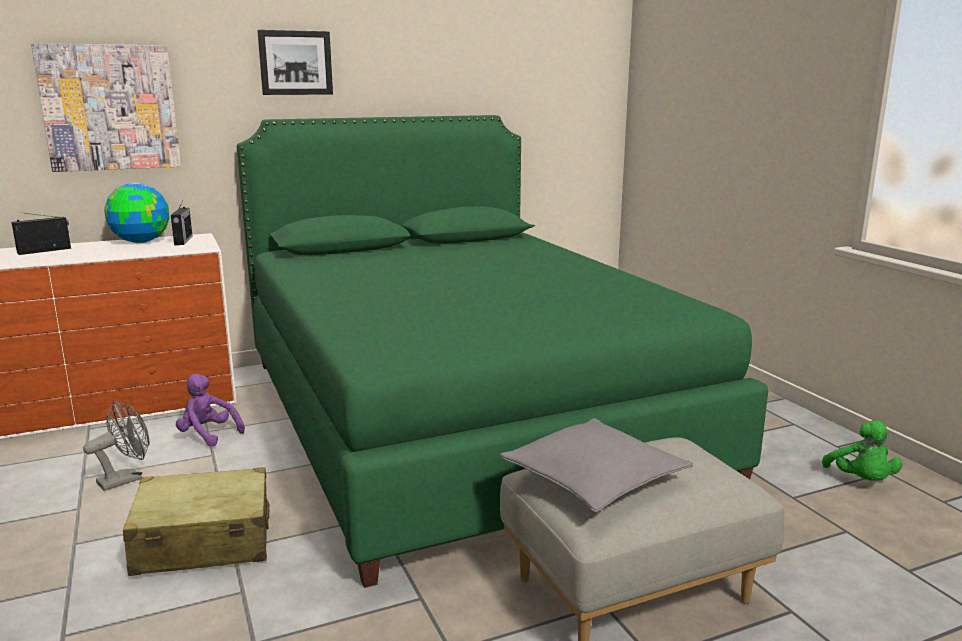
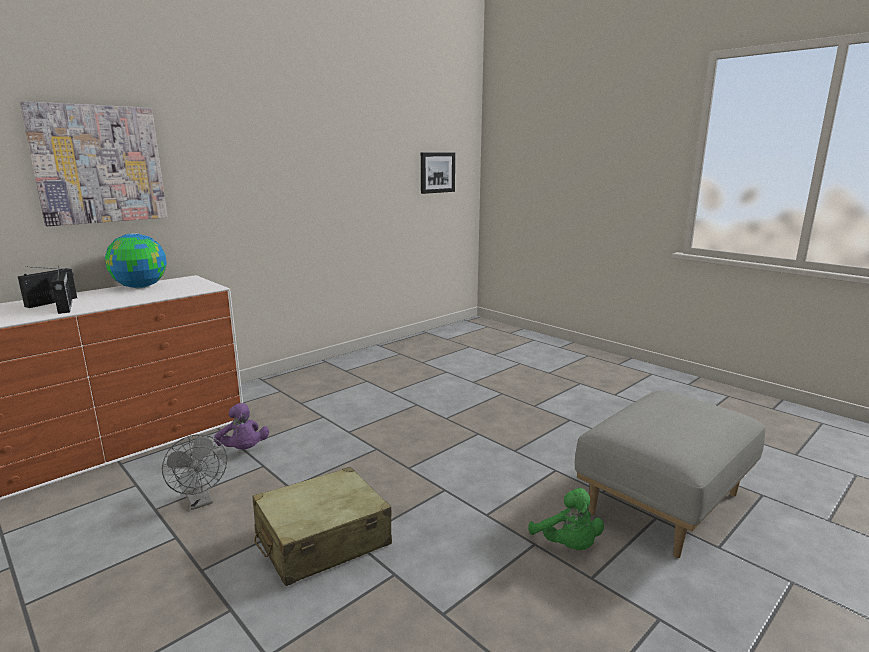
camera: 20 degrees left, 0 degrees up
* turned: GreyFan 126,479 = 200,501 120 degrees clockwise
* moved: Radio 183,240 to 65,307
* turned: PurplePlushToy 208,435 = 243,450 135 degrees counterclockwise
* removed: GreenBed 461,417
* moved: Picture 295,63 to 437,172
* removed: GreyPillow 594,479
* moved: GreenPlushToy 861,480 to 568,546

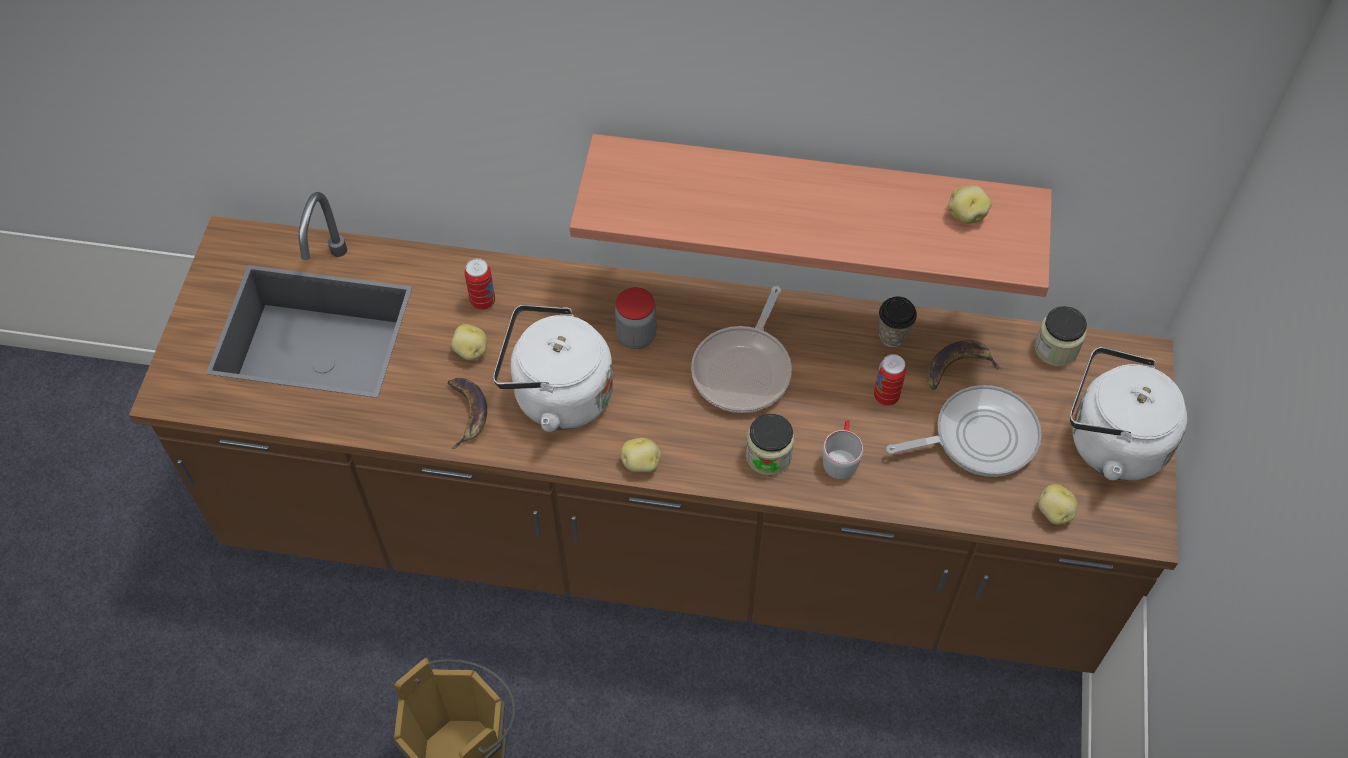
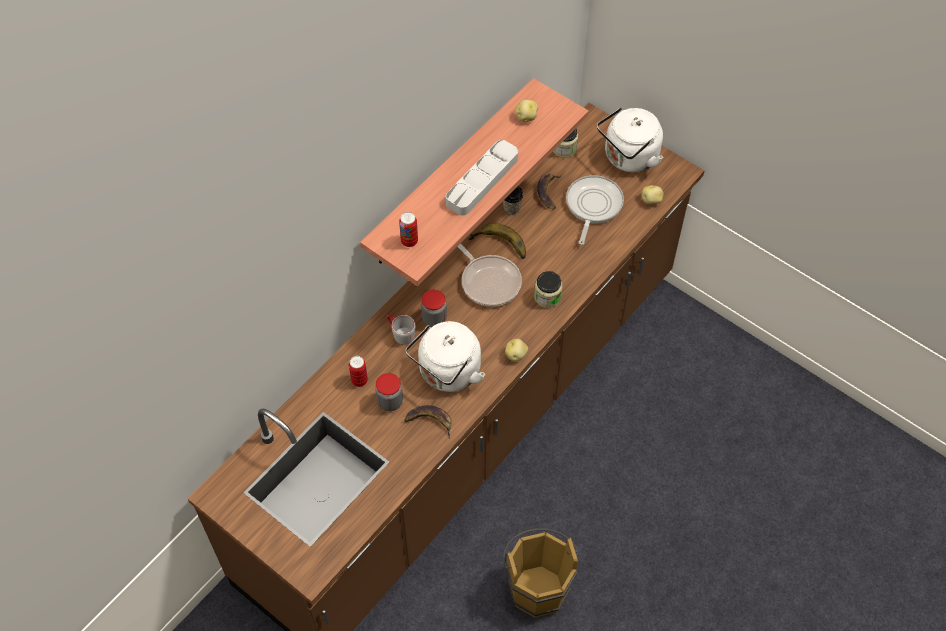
camera: 60 degrees left, 0 degrees up
* replaced: Potato 471,351 to Jar 390,401
* moved: GreyMug 840,457 to 400,333
* moved: Can 886,396 to 409,241
* added: GreyTray 482,181
* added: Banana 499,247

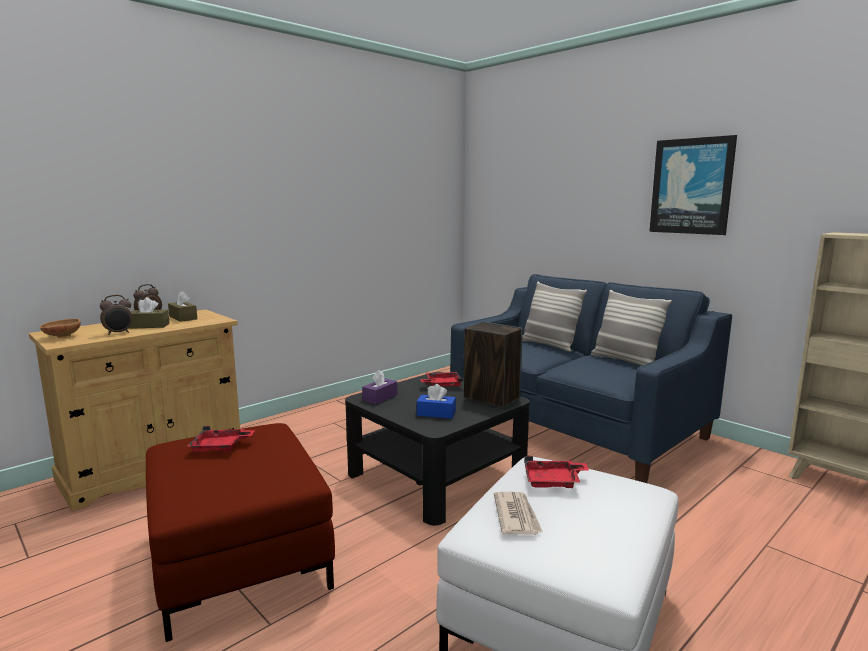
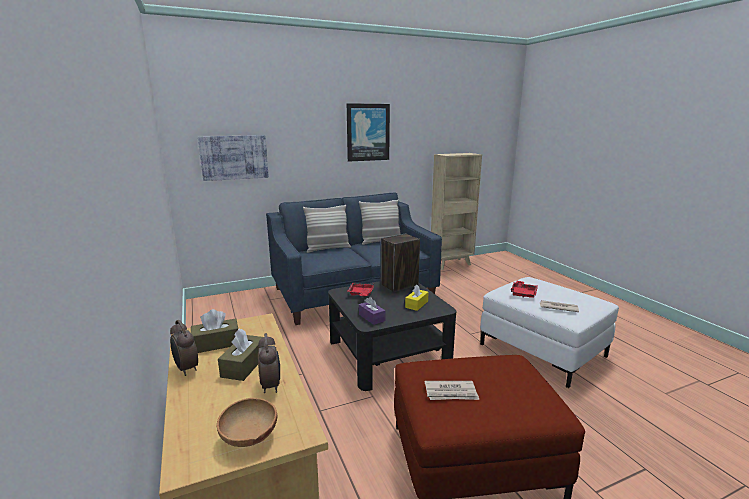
camera: 70 degrees left, 5 degrees up
* replaced: RedTray 220,447 to Newspaper 451,393
* recoloured: BlueTissueBox 436,413 to YellowTissueBox 416,304
* added: Picture 234,157

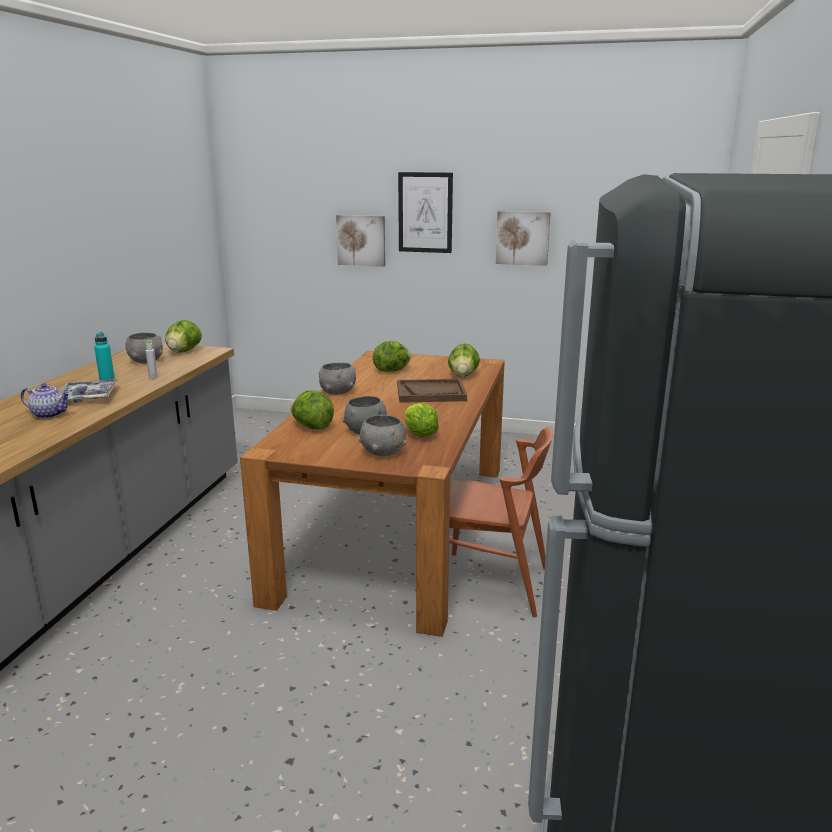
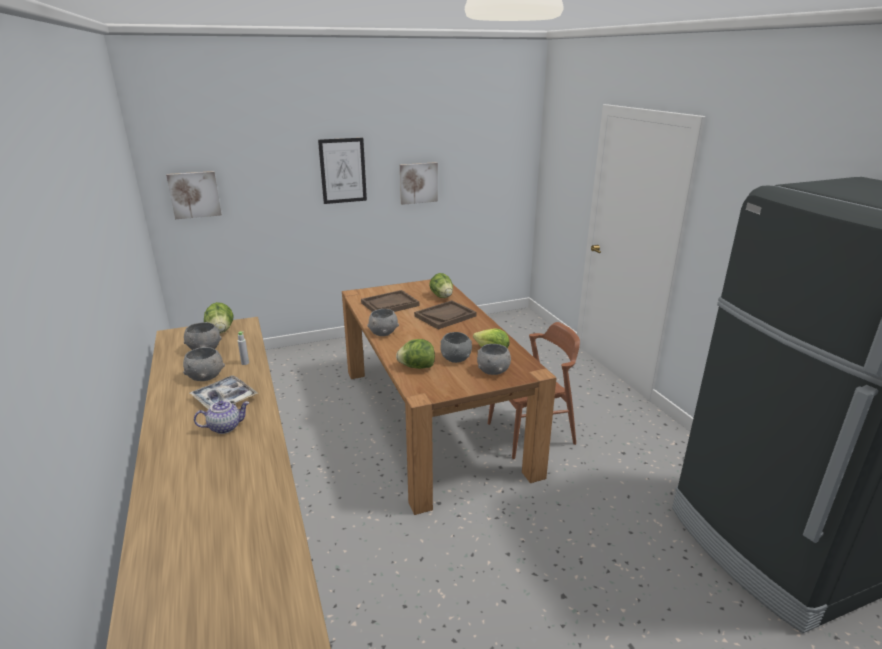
camera: 35 degrees left, 5 degrees up
* replaced: TurquoiseBottle 107,379 to GreyBowl 205,377
* moved: Picture 361,240 to 194,194
* replaced: Lettuce 392,371 to BrownTray 390,304

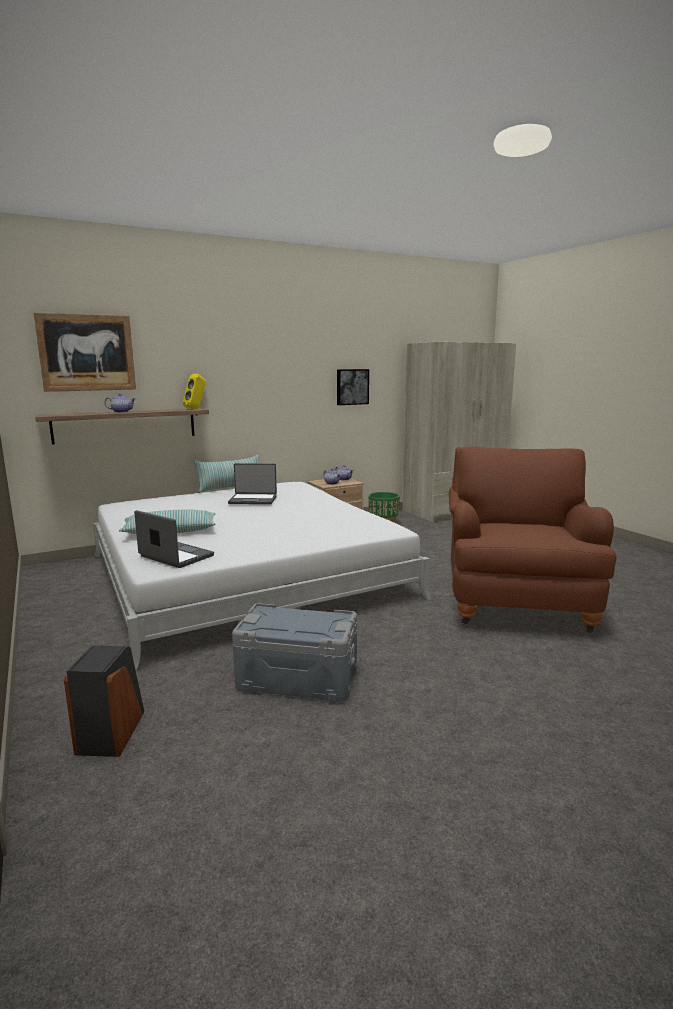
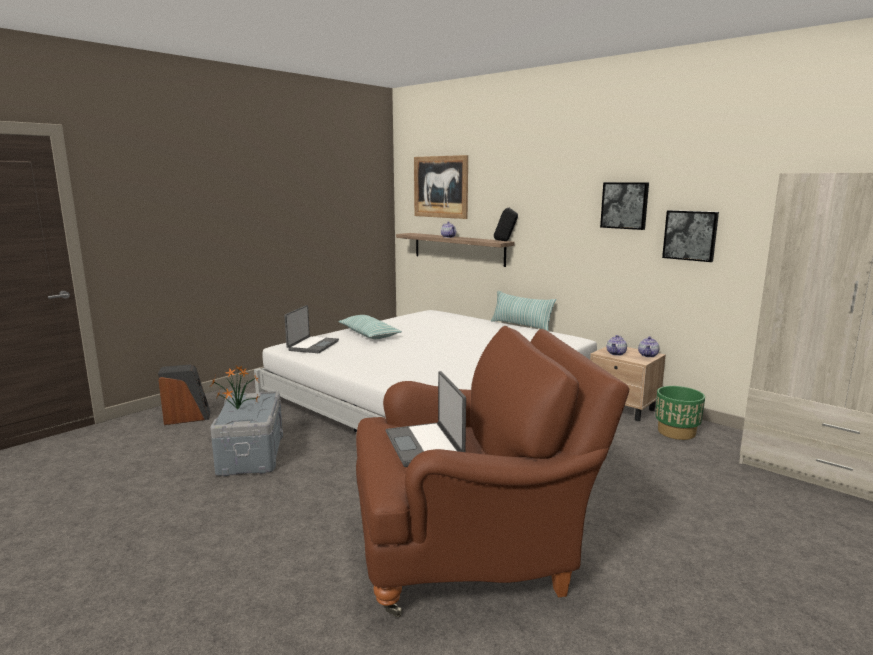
camera: 70 degrees right, 0 degrees up
* recoloured: YellowSpeaker 196,408 to BlackSpeaker 505,241
* moved: Laptop 253,500 to 425,445
* added: PottedPlant 236,409
* added: Picture 625,205

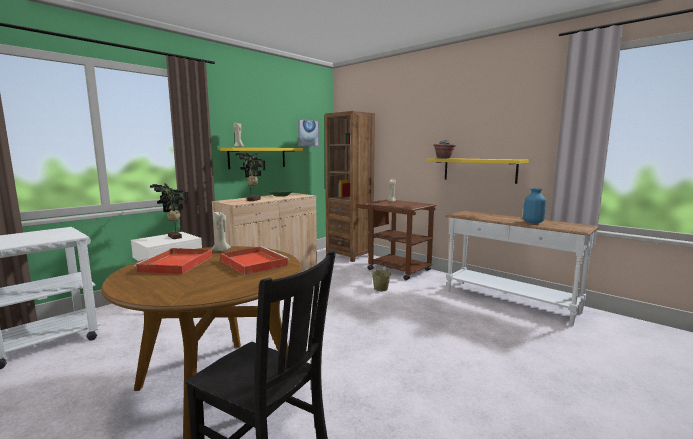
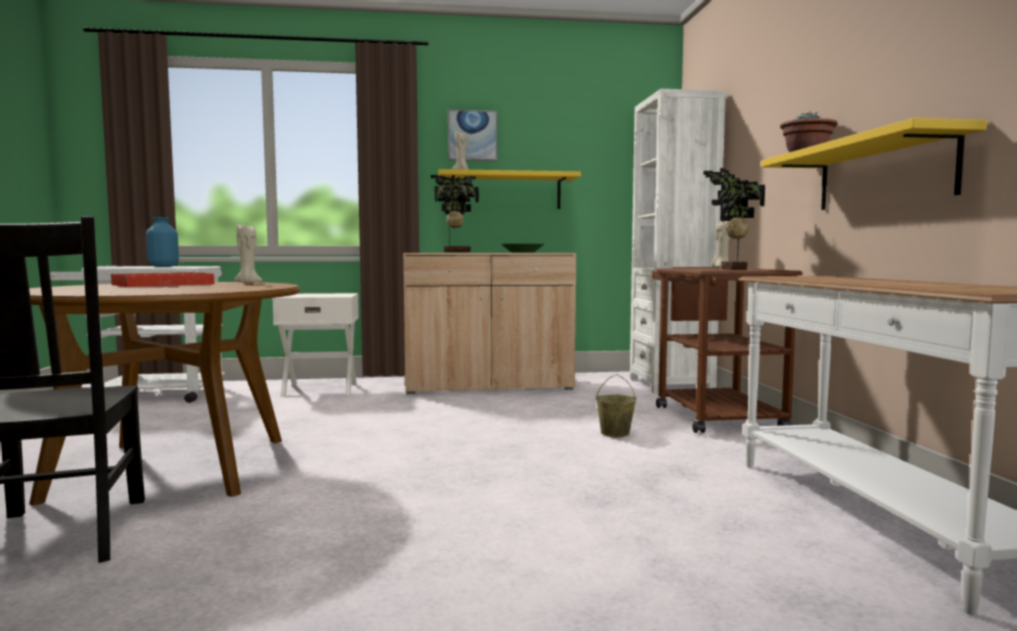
camera: 40 degrees right, 5 degrees down
* moved: PottedPlant 173,237 to 732,269
* removed: RedTray 253,263
* moved: Picture 308,133 to 472,135
* recoloured: BrownBookcase 349,255 to WhiteBookcase 671,385
* moved: BlueVase 533,222 to 164,267

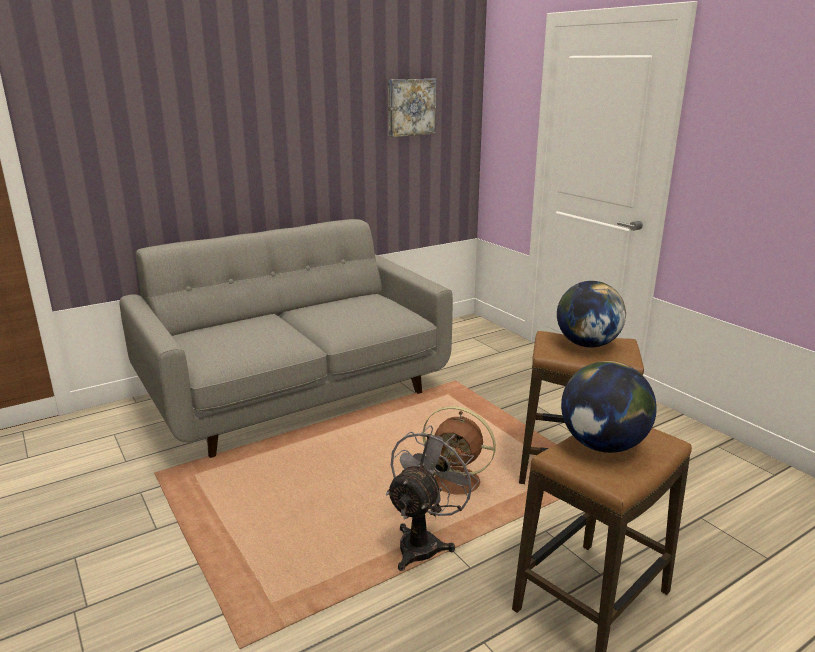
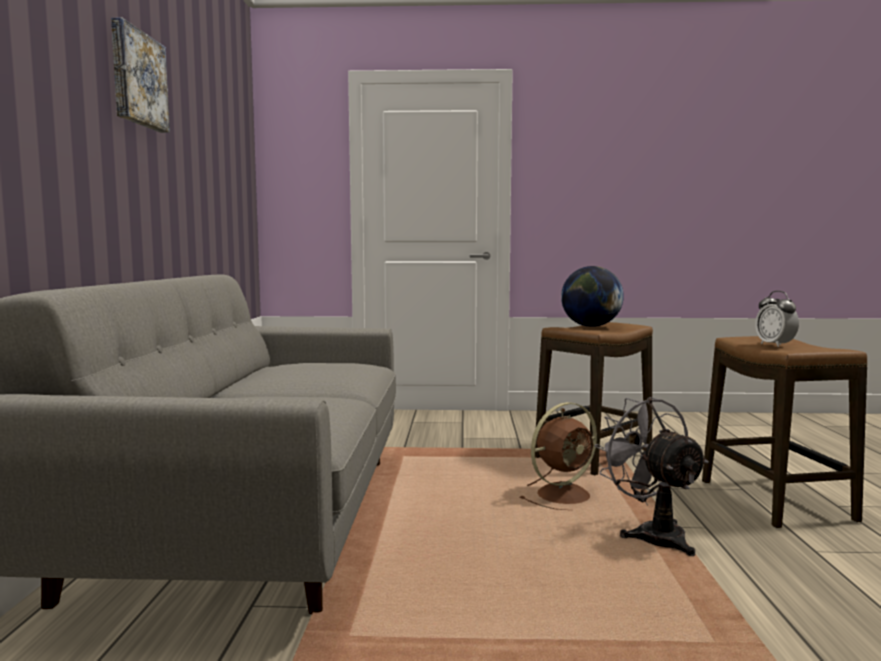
camera: 55 degrees left, 15 degrees down
* moved: Picture 410,107 to 137,79
* replaced: Globe 602,445 to AlarmClock 775,345

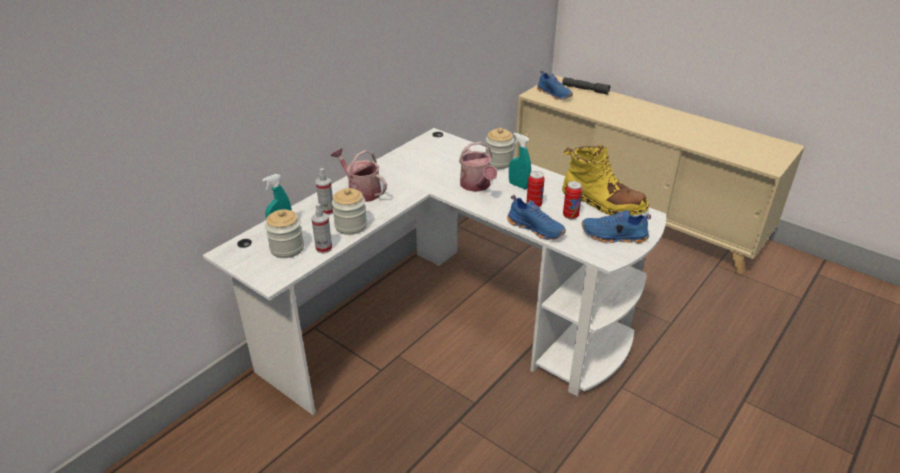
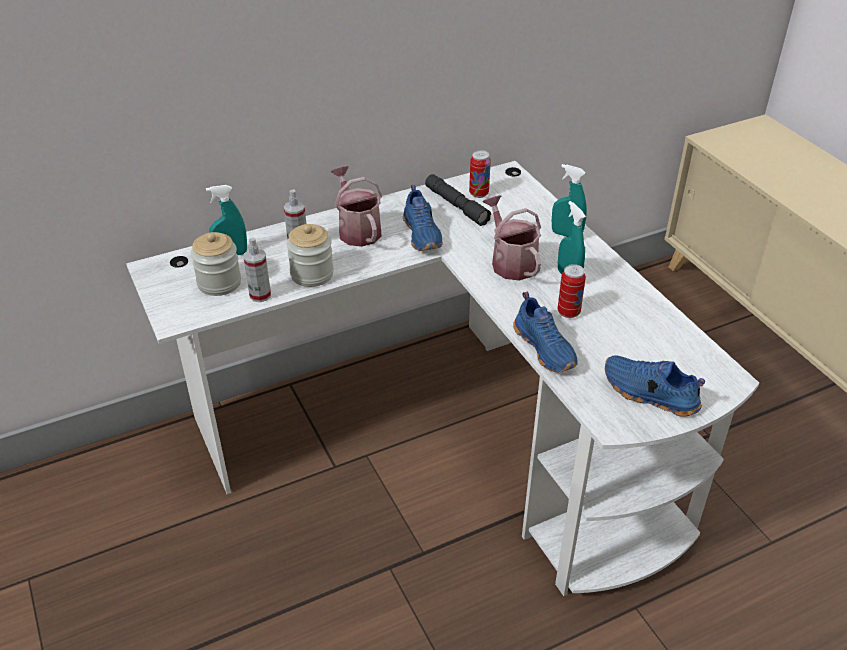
camera: 25 degrees right, 5 degrees up
* turned: WateringCan 477,186 = 511,262 150 degrees clockwise
* replaced: Jar 498,162 to TurquoiseSprayBottle 566,235
* moved: BlueShoe 555,94 to 423,234
* moved: GreyFlashlight 585,89 to 456,206
* removed: YellowBoot 602,203
* moved: Can 570,216 to 478,193

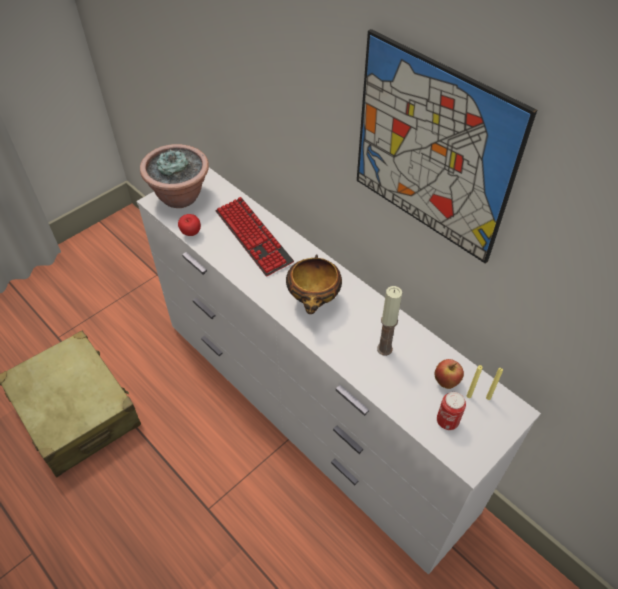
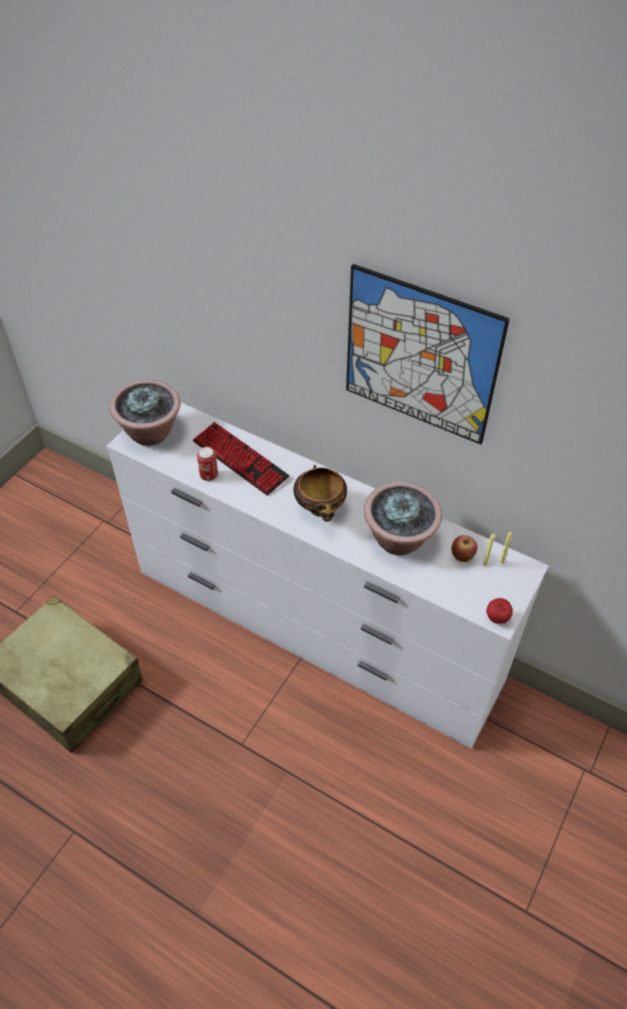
camera: 15 degrees left, 0 degrees up
* moved: Apple 191,234 to 497,619
* replaced: Candle 384,349 to PottedPlant 399,539
* moved: Can 447,421 to 209,475

